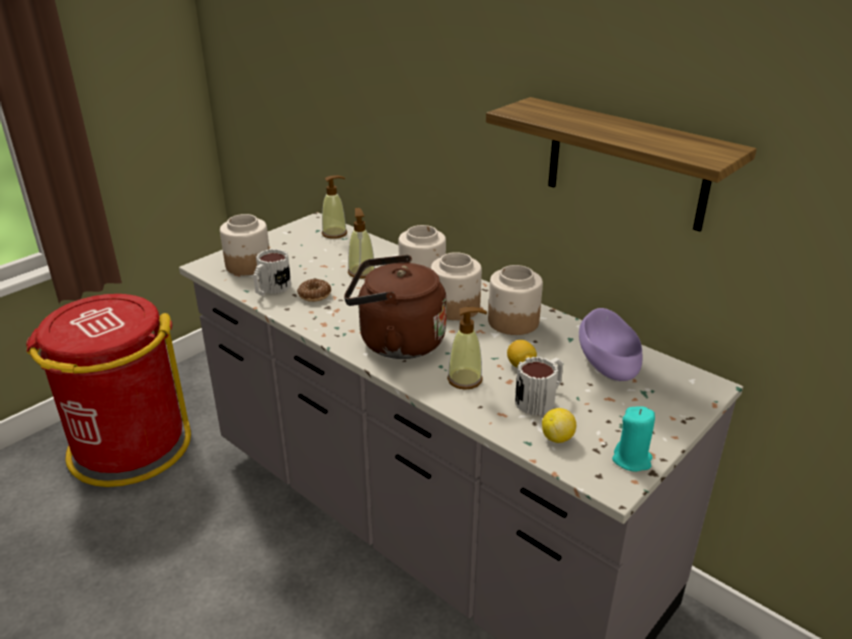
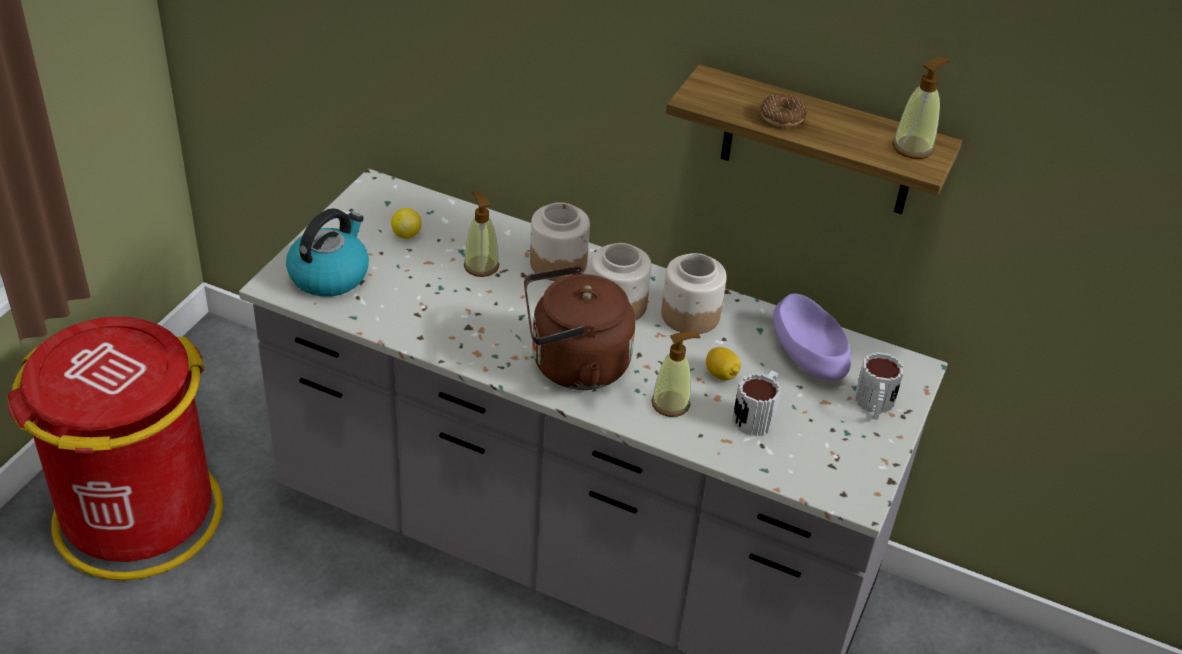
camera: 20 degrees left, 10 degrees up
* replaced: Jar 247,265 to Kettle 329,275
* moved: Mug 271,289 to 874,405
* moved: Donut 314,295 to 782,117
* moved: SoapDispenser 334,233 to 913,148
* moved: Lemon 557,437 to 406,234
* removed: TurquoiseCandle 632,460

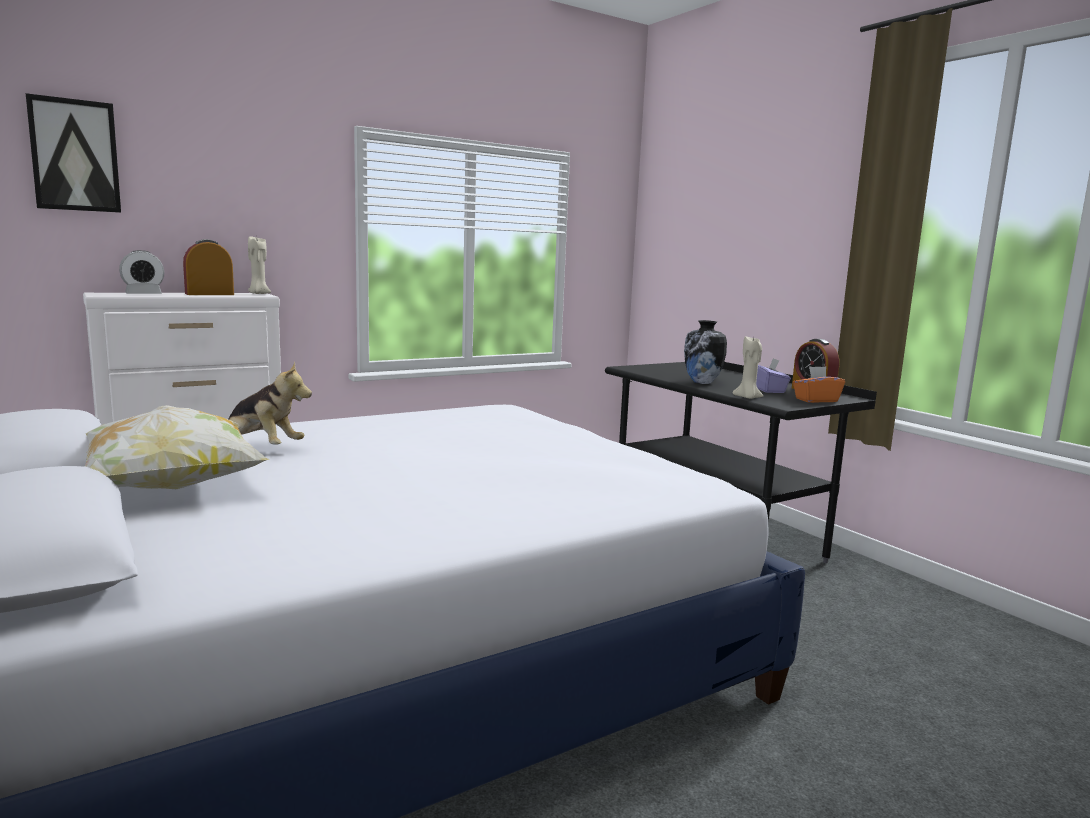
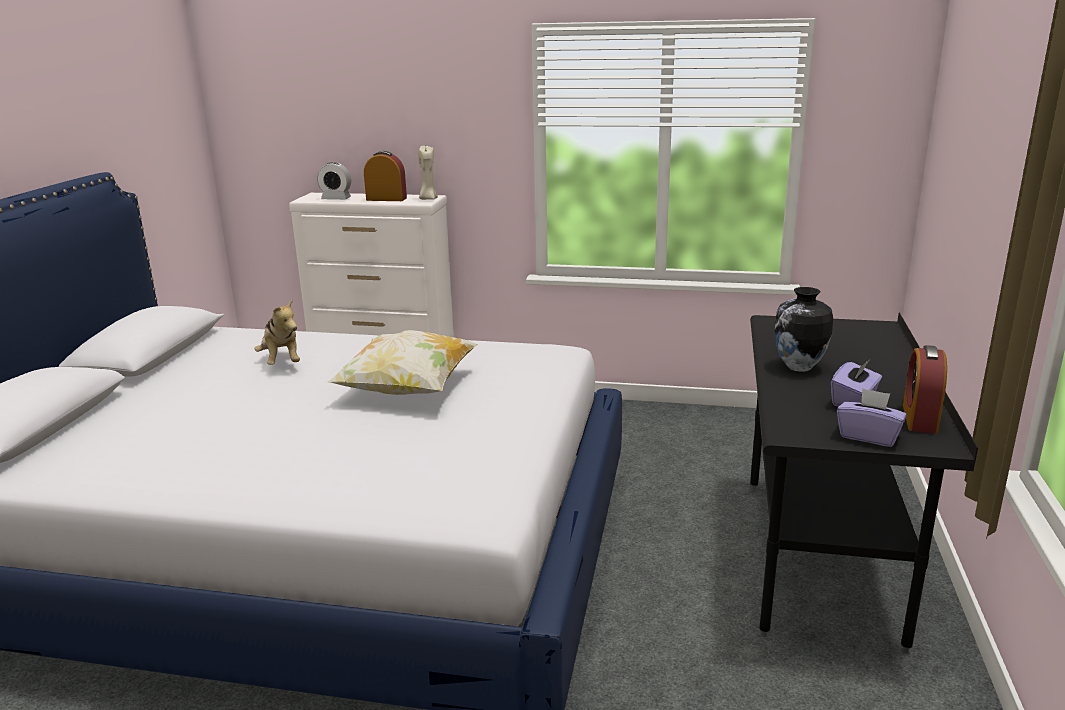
camera: 45 degrees right, 10 degrees up
* removed: Picture 75,155
* moved: Pillow 172,487 to 407,390
* removed: BeigeCandle 747,398
* recoloured: OrangeTissueBox 816,400 to PurpleTissueBox 868,436

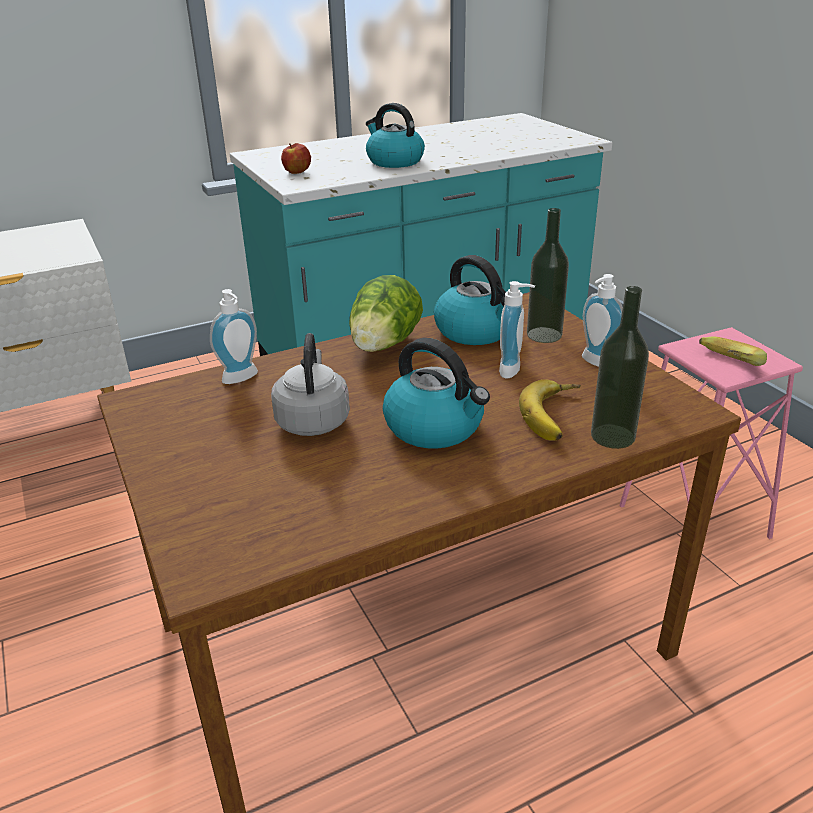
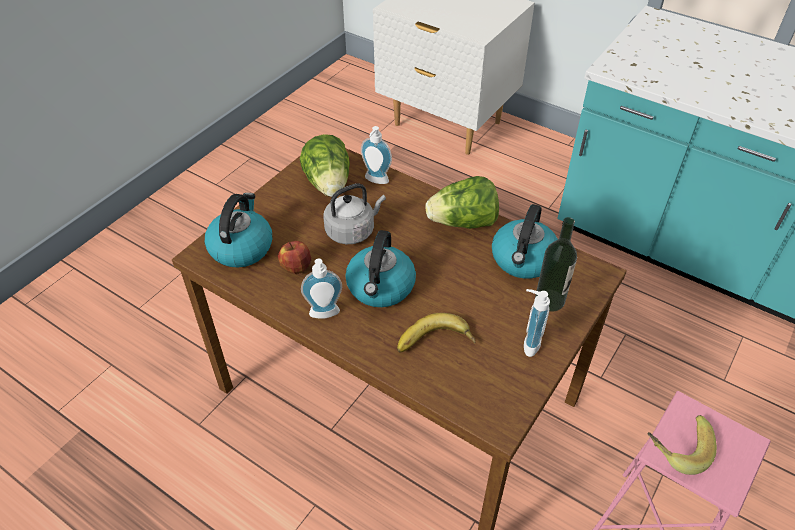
camera: 60 degrees right, 15 degrees up
* moved: Apple 297,172 to 296,268
* moved: Kettle 394,161 to 241,247
* moved: SoapDispenser 514,370 to 325,315
* removed: Bottle 612,436
* added: Lettuce 329,185

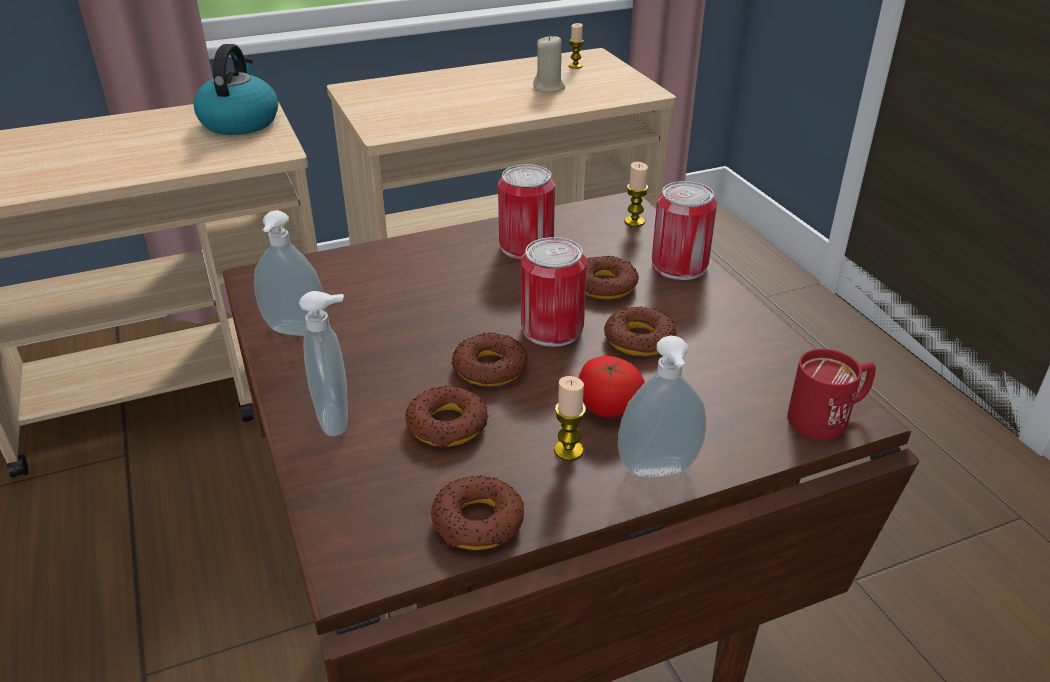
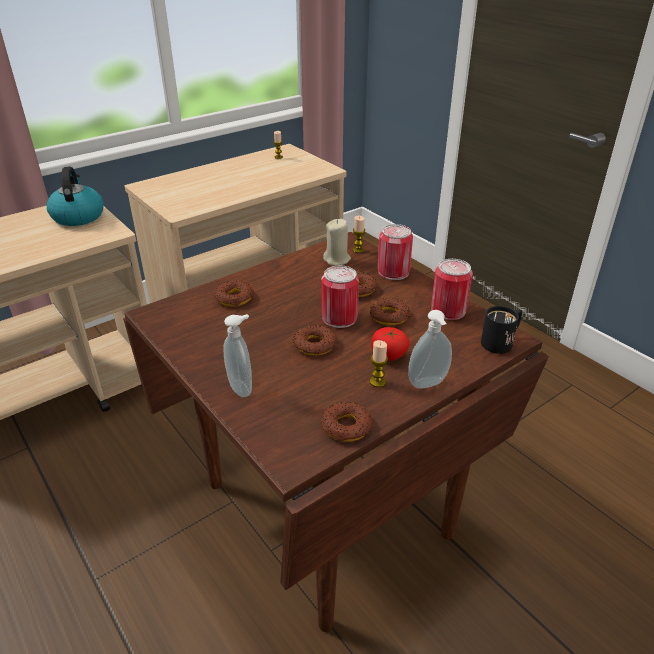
camera: 15 degrees left, 0 degrees up
* removed: SoapDispenser 294,332
* moved: Donut 447,425 to 234,298
* moved: Can 526,246 to 448,310
* moved: BeigeCandle 549,88 to 337,259
* recoloured: RedMug 828,417 to BlackMug 501,341

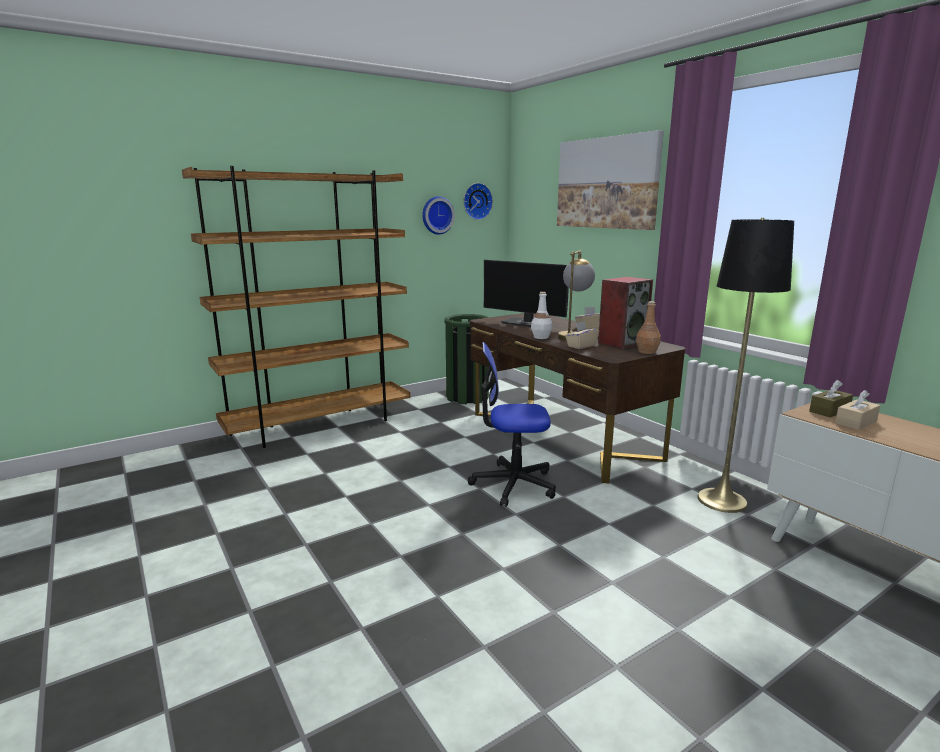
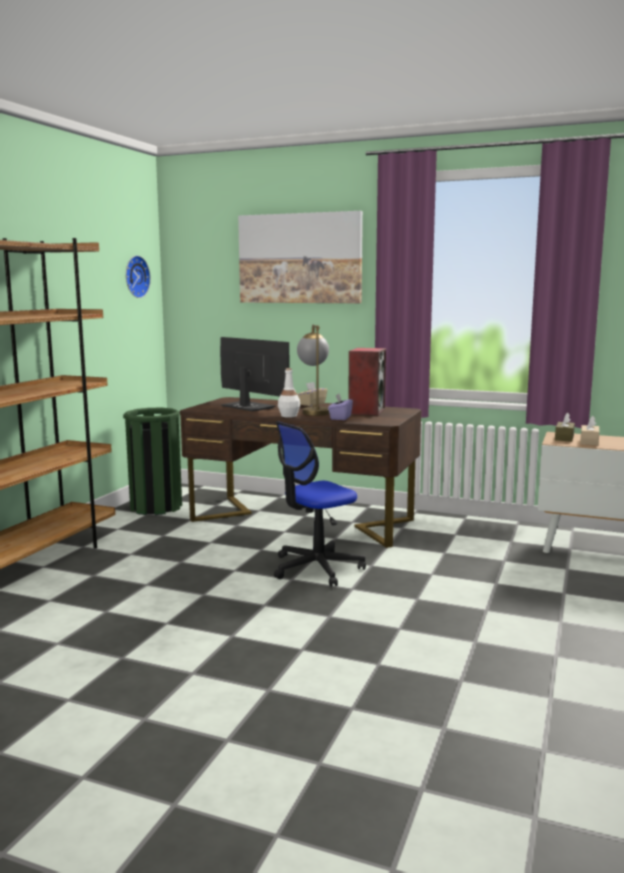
camera: 35 degrees left, 5 degrees down
* removed: WallClock 436,215
* turned: Monitor 527,323 = 247,407 135 degrees counterclockwise
* recoloured: BeigeTissueBox 581,346 to PurpleTissueBox 340,418
* removed: BrownBottle 647,352
* removed: BlackFloorLamp 722,500

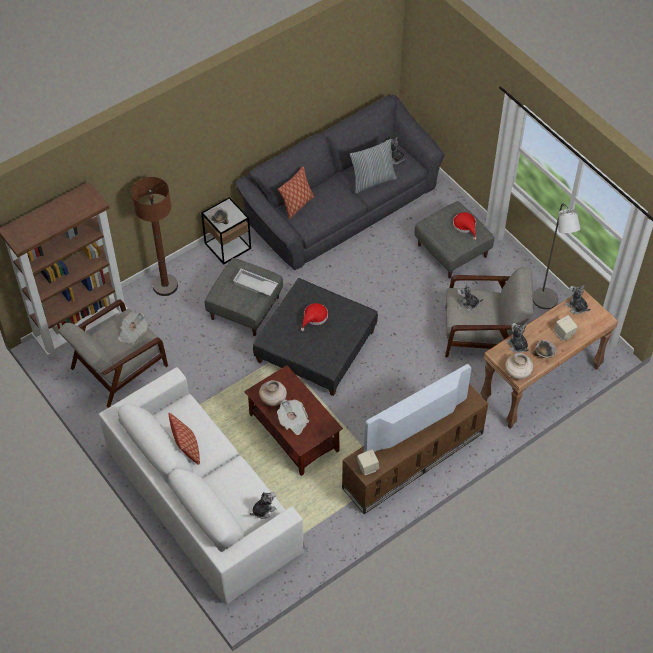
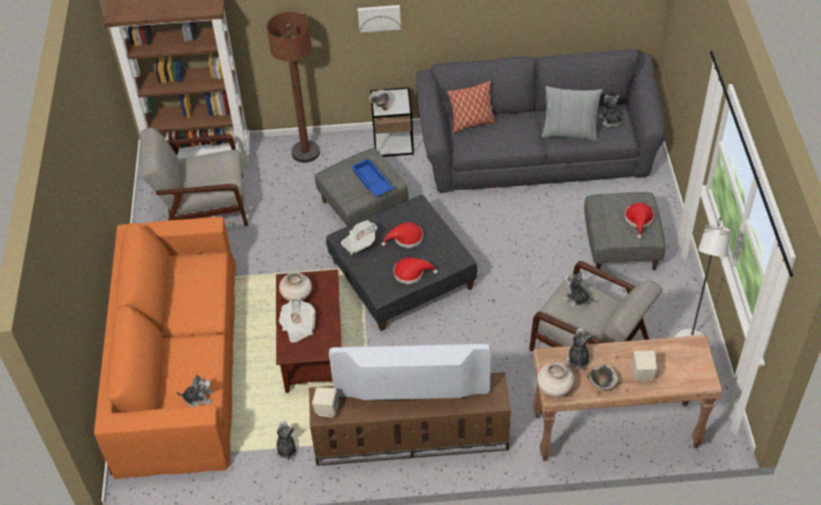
camera: 35 degrees right, 5 degrees down
* recoloured: WhiteSofa 202,497 to OrangeSofa 177,363
* moved: Newspaper 132,333 to 359,243
* removed: Pillow 187,449
* recoloured: WhiteTray 254,285 to BlueTray 371,181
* moved: PlushToy 576,307 to 286,449
* added: Picture 379,17
* added: RedHat 411,273

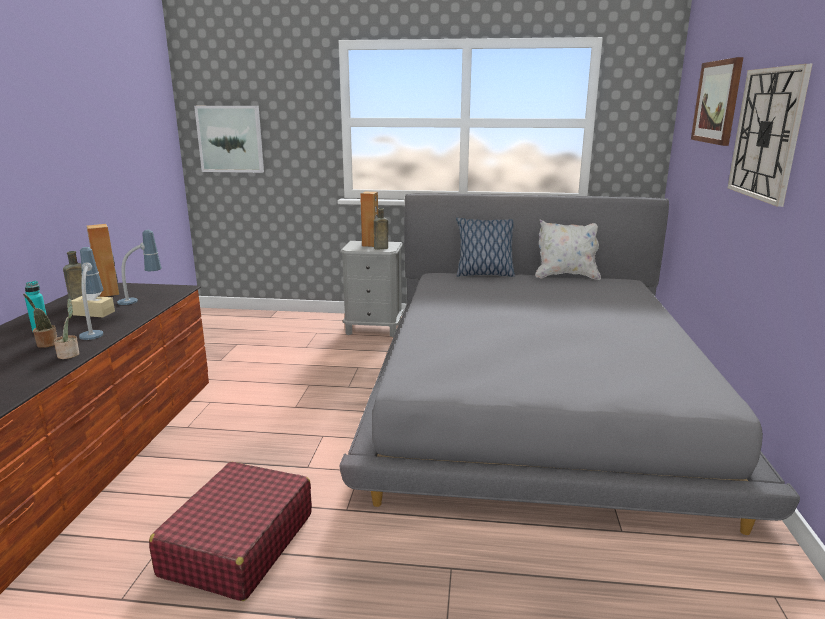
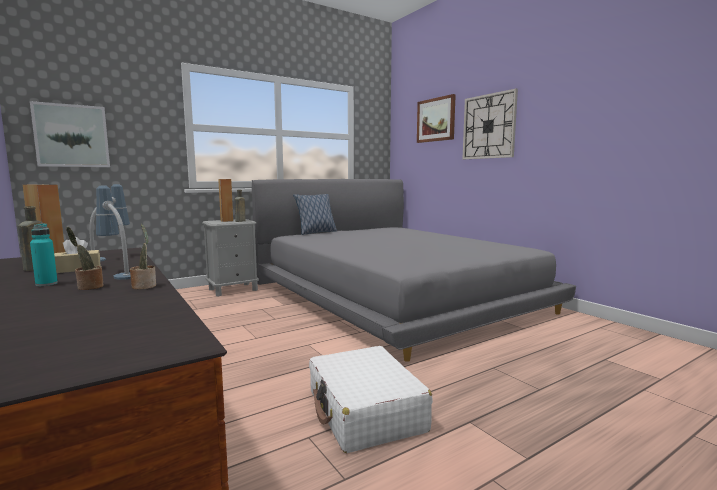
camera: 40 degrees left, 10 degrees down
* recoloured: RedSuitcase 238,544 to WhiteSuitcase 365,411
* removed: WhitePillow 566,276

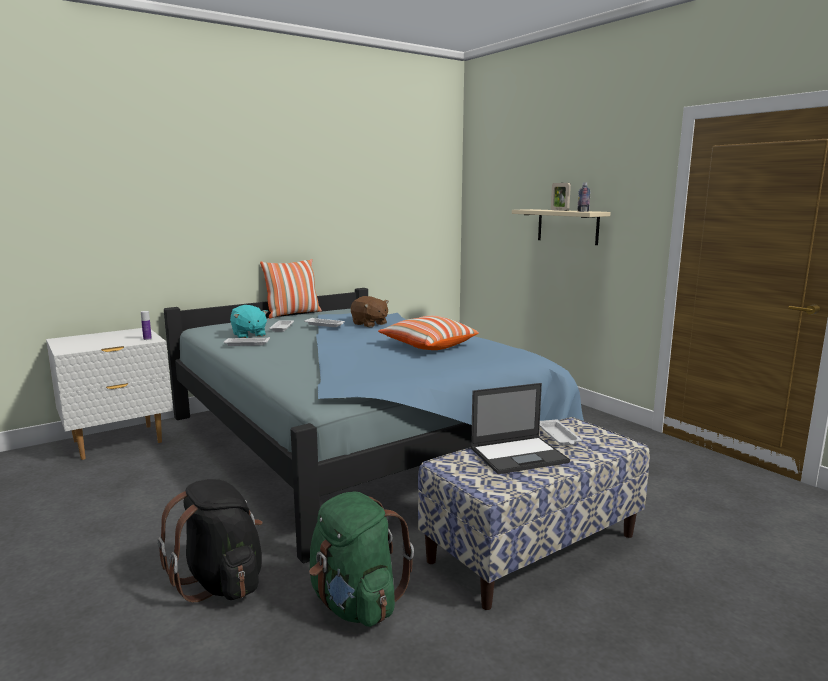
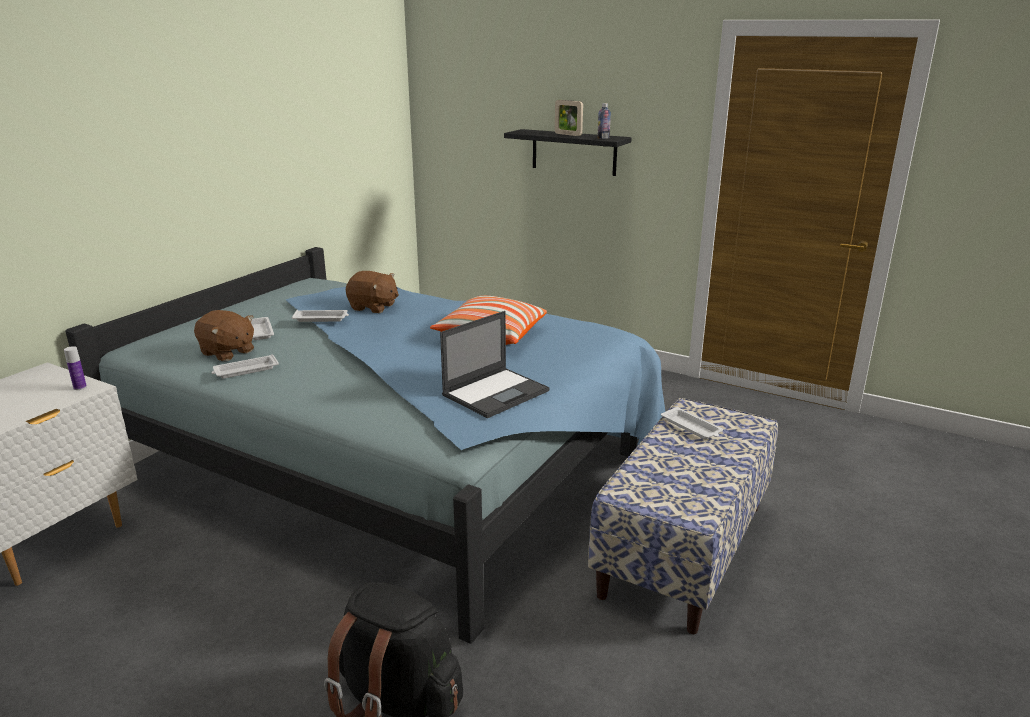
camera: 25 degrees left, 10 degrees up
* recoloured: TurquoisePlushToy 248,335 to BrownPlushToy 227,352
* removed: Pillow 293,314
* removed: GreenBackpack 355,603
* moved: Laptop 519,455 to 496,392
* recoloured: BeigeShelf 567,226 to BlackShelf 574,152

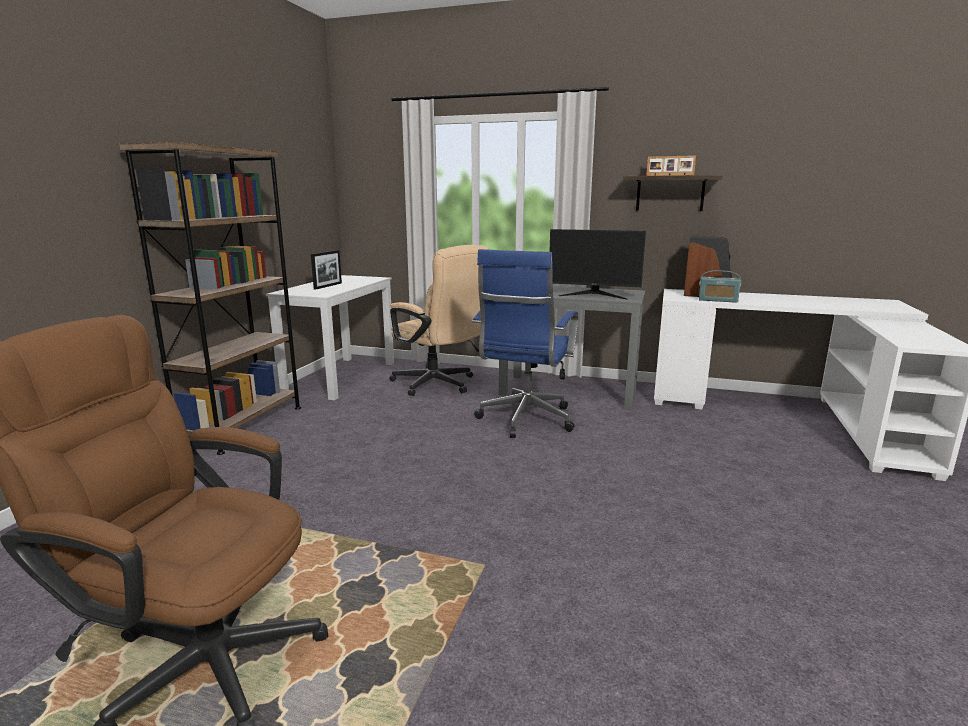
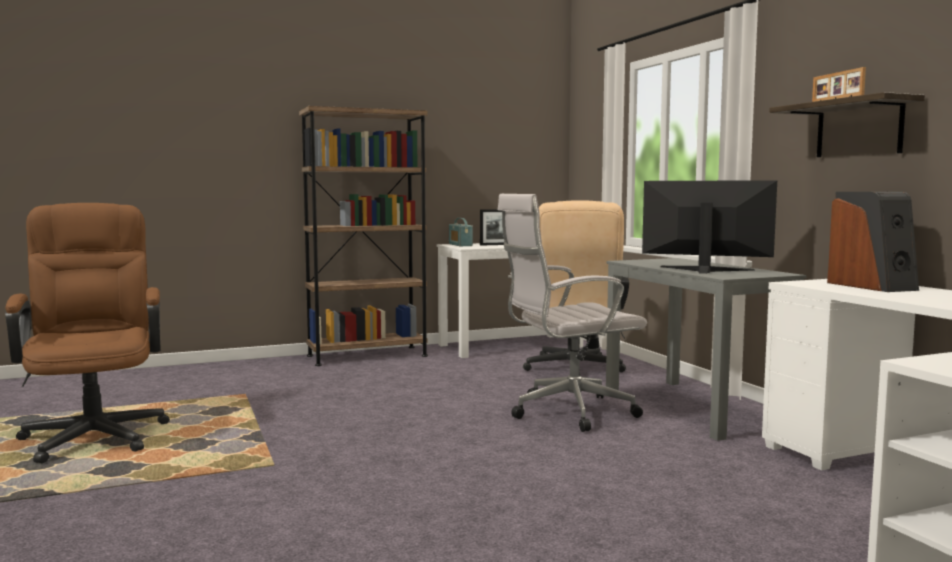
camera: 50 degrees right, 10 degrees down
* recoloured: BlueOfficeChair 525,421 to WhiteOfficeChair 567,412
* turned: Monitor 593,295 = 705,270 135 degrees clockwise
* moved: Radio 717,300 to 460,245

